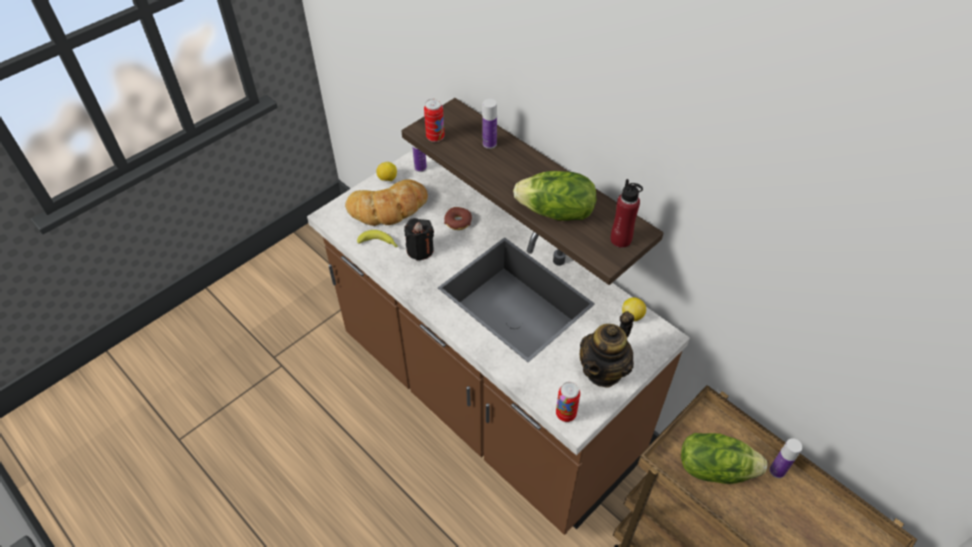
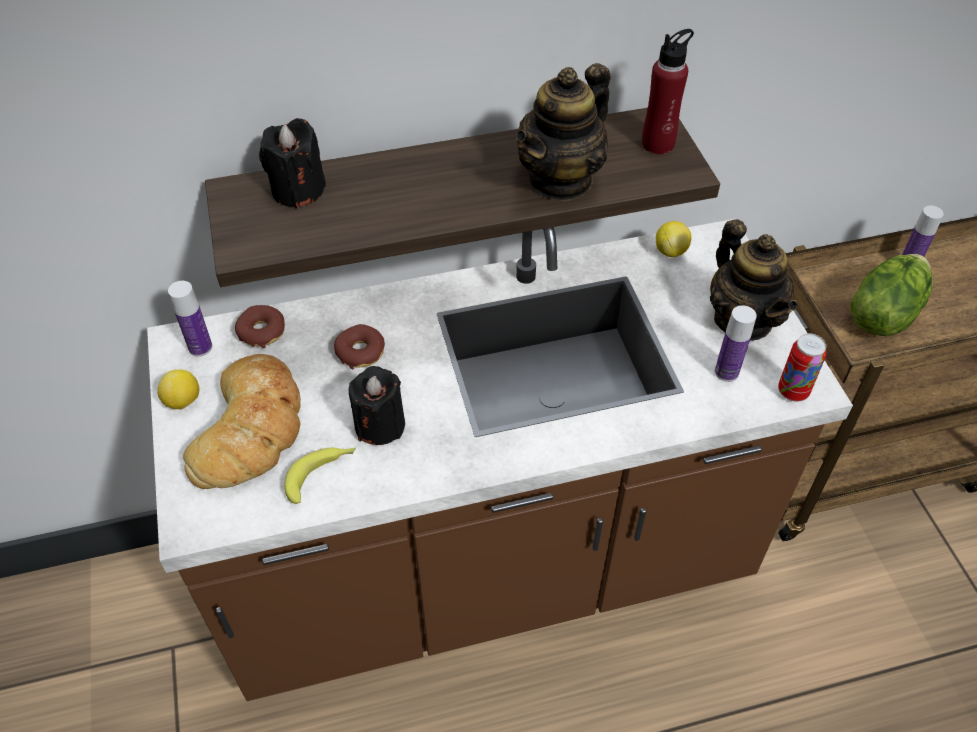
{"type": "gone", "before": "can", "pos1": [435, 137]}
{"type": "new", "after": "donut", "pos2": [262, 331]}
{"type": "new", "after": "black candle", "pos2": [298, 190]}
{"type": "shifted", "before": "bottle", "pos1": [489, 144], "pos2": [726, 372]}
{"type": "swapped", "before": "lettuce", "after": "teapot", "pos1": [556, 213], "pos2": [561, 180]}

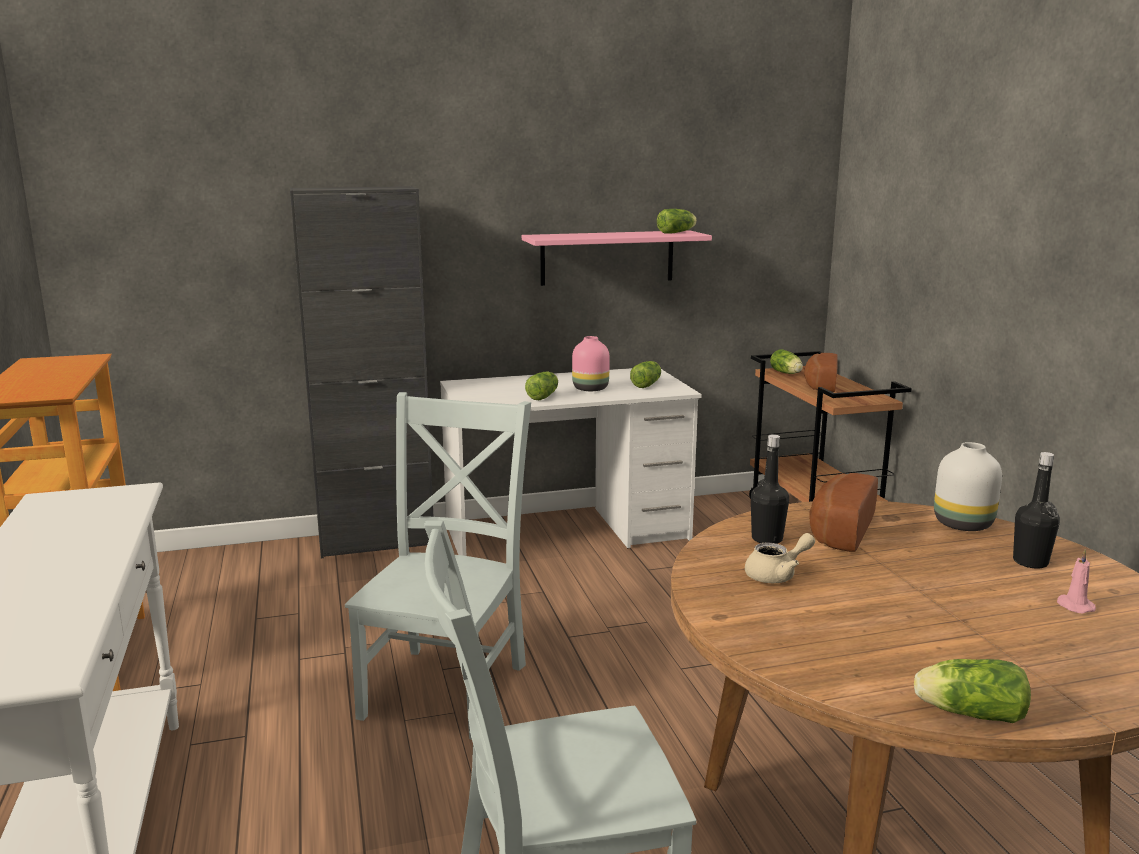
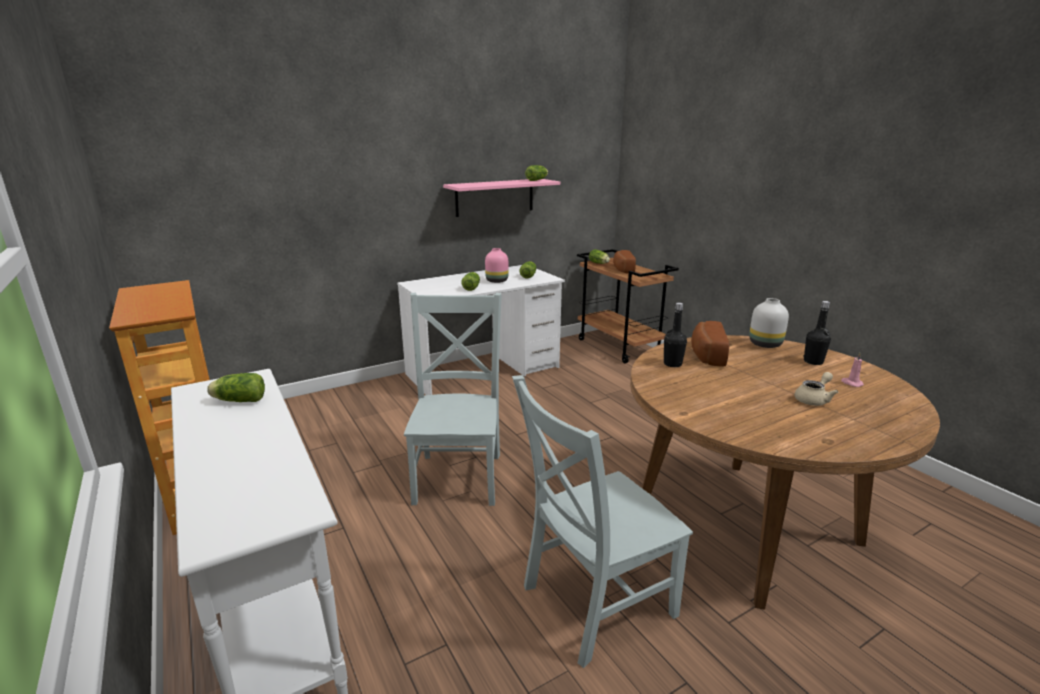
{"type": "gone", "before": "black cabinet", "pos1": [376, 542]}
{"type": "shifted", "before": "beige teapot", "pos1": [777, 575], "pos2": [814, 399]}
{"type": "shifted", "before": "lettuce", "pos1": [966, 713], "pos2": [238, 400]}

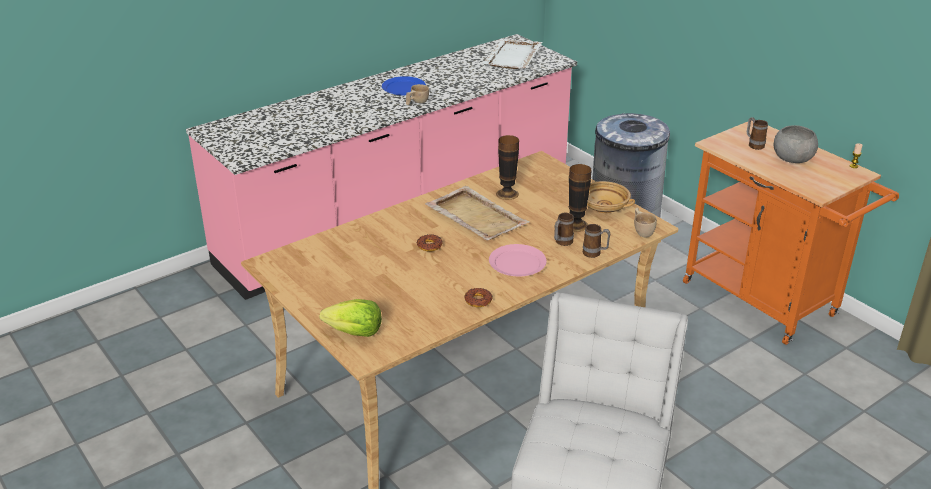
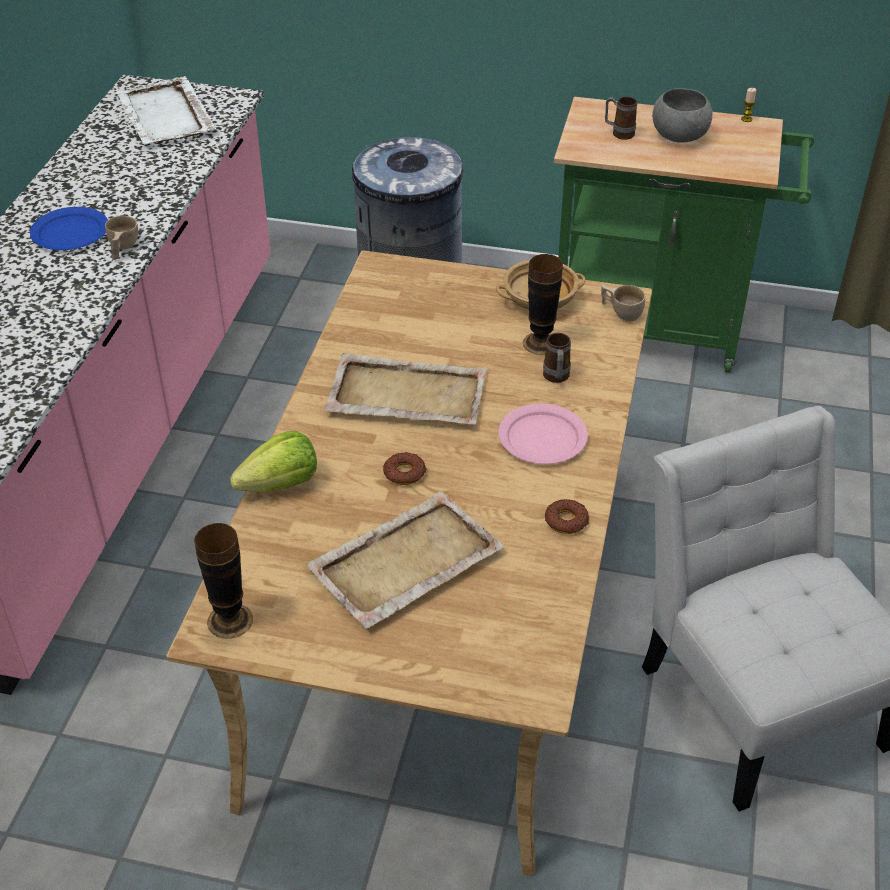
{"type": "gone", "before": "mug", "pos1": [595, 254]}
{"type": "new", "after": "beige tray", "pos2": [404, 563]}
{"type": "shifted", "before": "lettuce", "pos1": [354, 332], "pos2": [281, 484]}
{"type": "shifted", "before": "vase", "pos1": [507, 194], "pos2": [230, 620]}
{"type": "repainted", "before": "orange cart", "after": "green cart", "pos1": [767, 303], "pos2": [660, 329]}

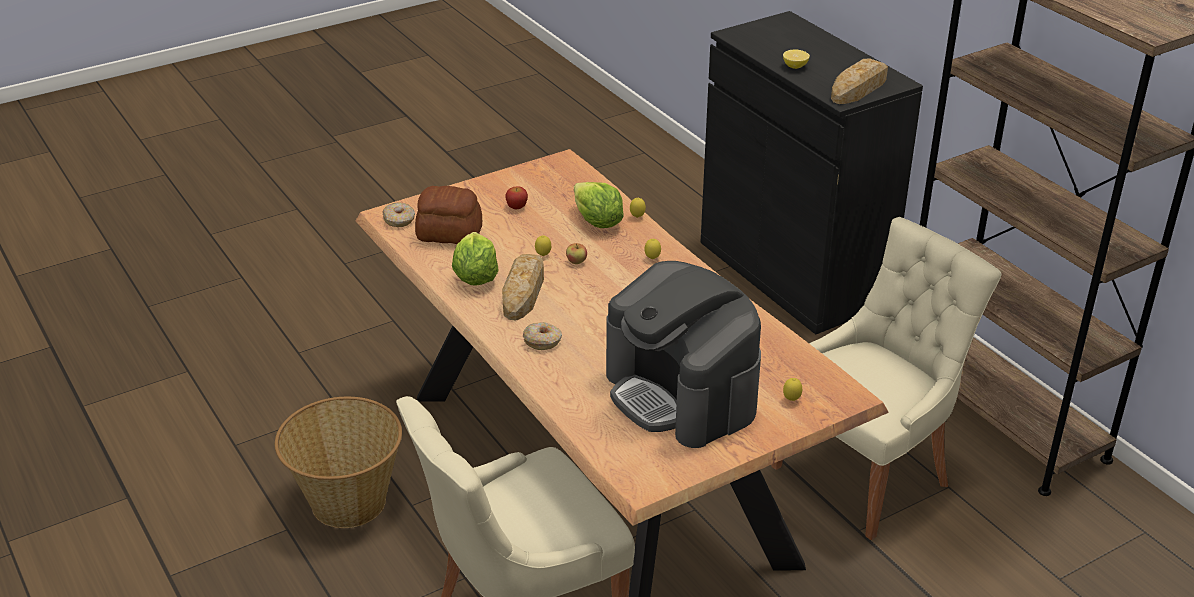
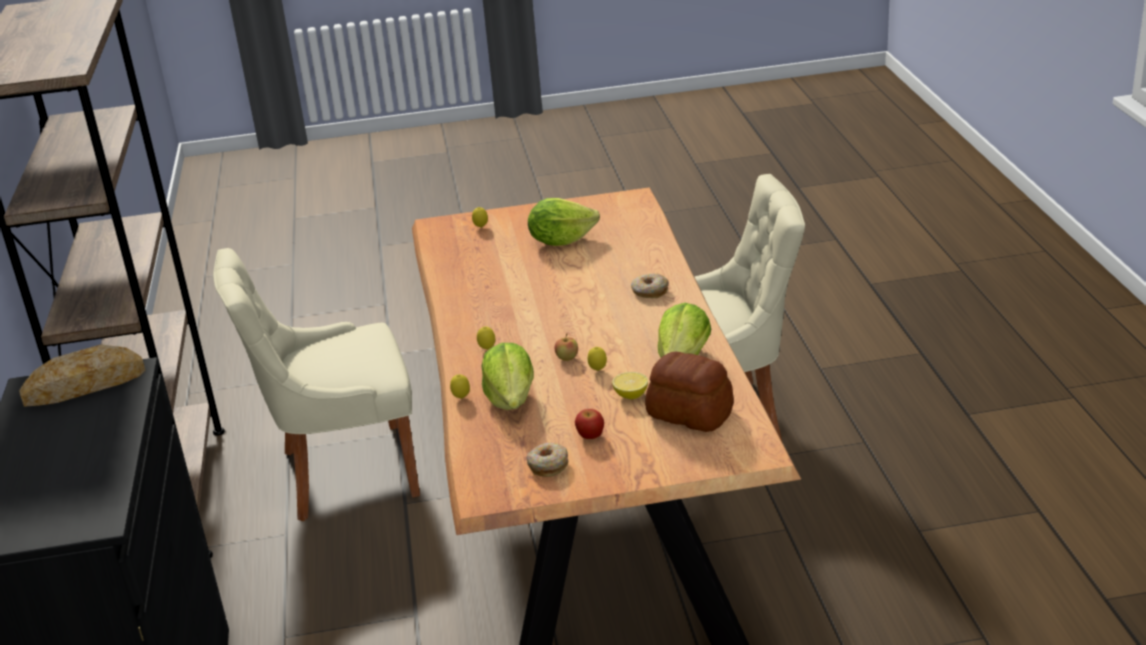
{"type": "gone", "before": "basket", "pos1": [347, 501]}
{"type": "gone", "before": "bread", "pos1": [524, 291]}
{"type": "shifted", "before": "donut", "pos1": [399, 220], "pos2": [548, 465]}
{"type": "shifted", "before": "lemon", "pos1": [795, 66], "pos2": [631, 395]}
{"type": "swapped", "before": "coffee machine", "after": "lettuce", "pos1": [681, 394], "pos2": [561, 241]}

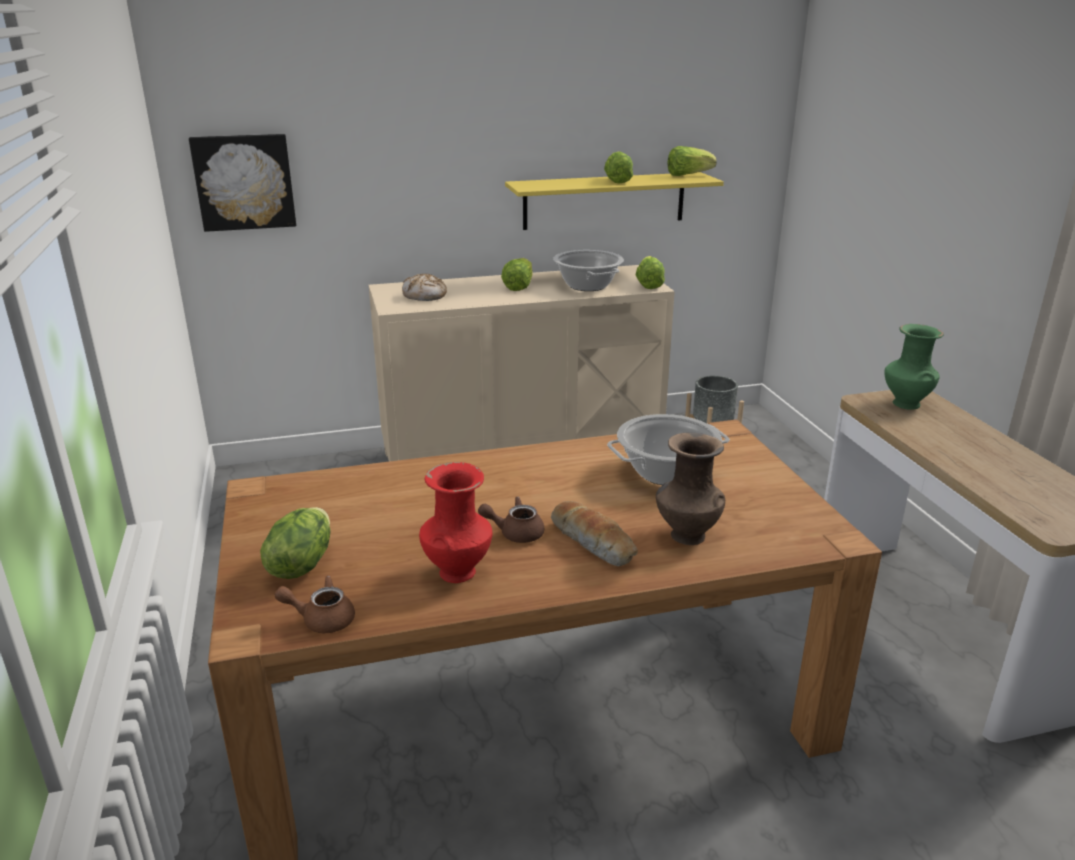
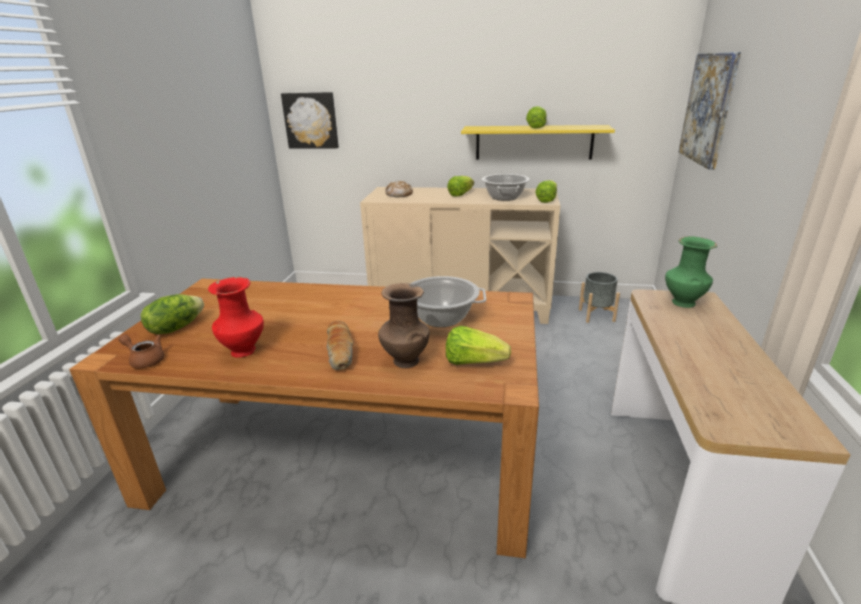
{"type": "gone", "before": "brown teapot", "pos1": [515, 533]}
{"type": "new", "after": "picture", "pos2": [708, 108]}
{"type": "shifted", "before": "lettuce", "pos1": [687, 175], "pos2": [473, 362]}

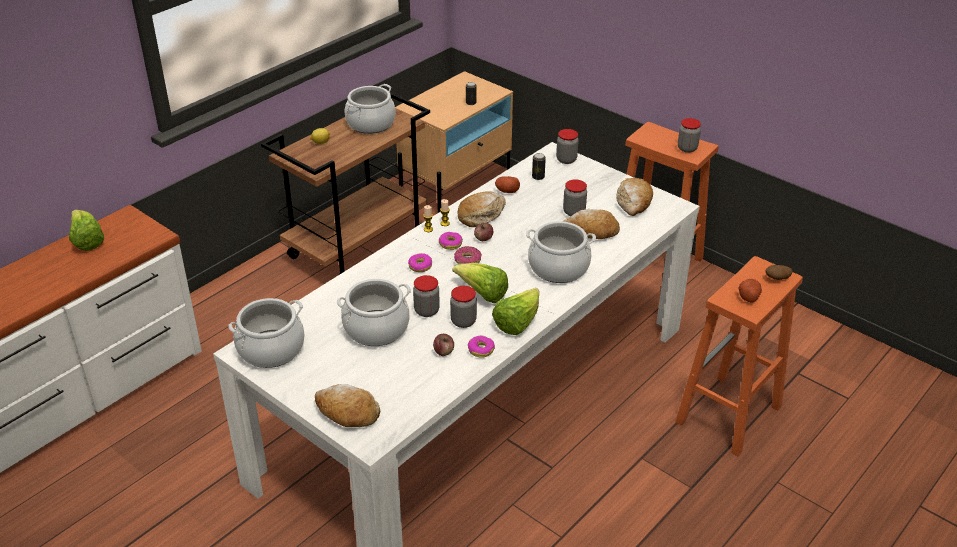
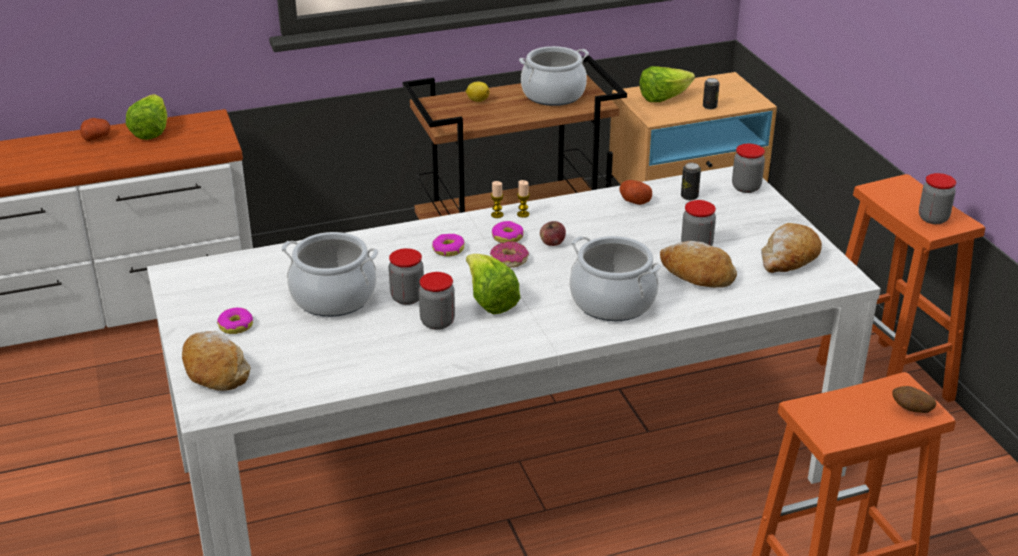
{"type": "gone", "before": "cooking pot", "pos1": [271, 349]}
{"type": "gone", "before": "apple", "pos1": [443, 352]}
{"type": "gone", "before": "bread", "pos1": [481, 215]}
{"type": "shifted", "before": "donut", "pos1": [481, 350], "pos2": [236, 326]}
{"type": "shifted", "before": "lettuce", "pos1": [517, 323], "pos2": [663, 98]}
{"type": "shifted", "before": "potato", "pos1": [748, 296], "pos2": [96, 137]}

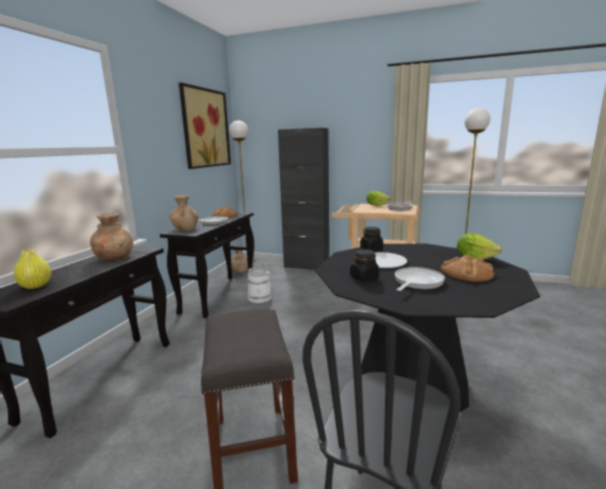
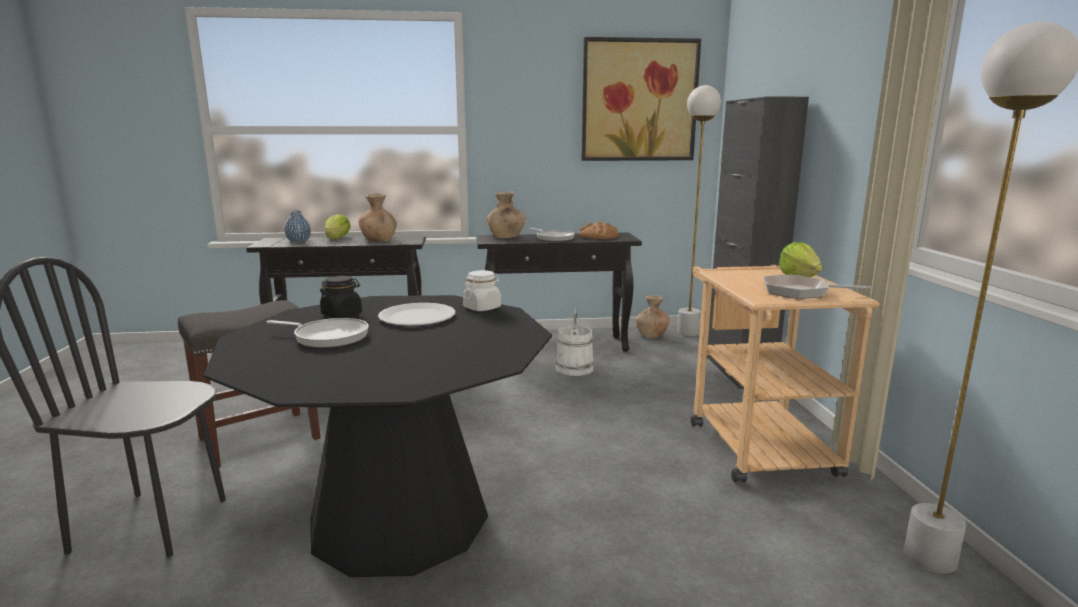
{"type": "gone", "before": "bread", "pos1": [466, 273]}
{"type": "shifted", "before": "lettuce", "pos1": [474, 258], "pos2": [337, 238]}
{"type": "repainted", "before": "yellow vase", "after": "blue vase", "pos1": [36, 286], "pos2": [298, 241]}
{"type": "repainted", "before": "black jar", "after": "white jar", "pos1": [371, 249], "pos2": [482, 308]}

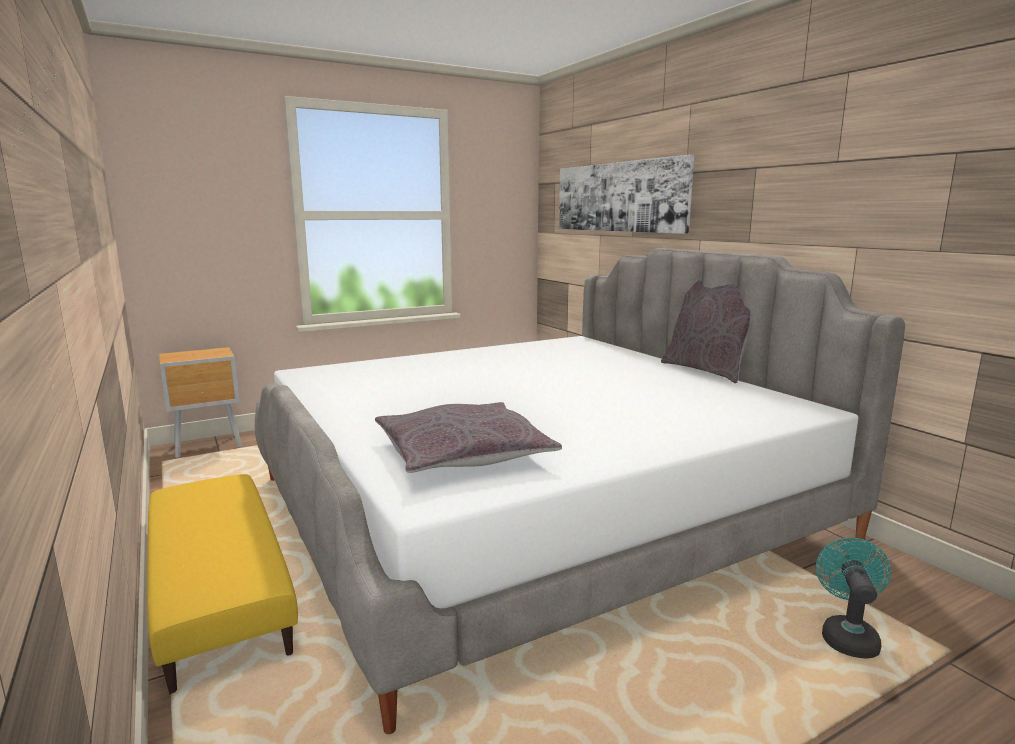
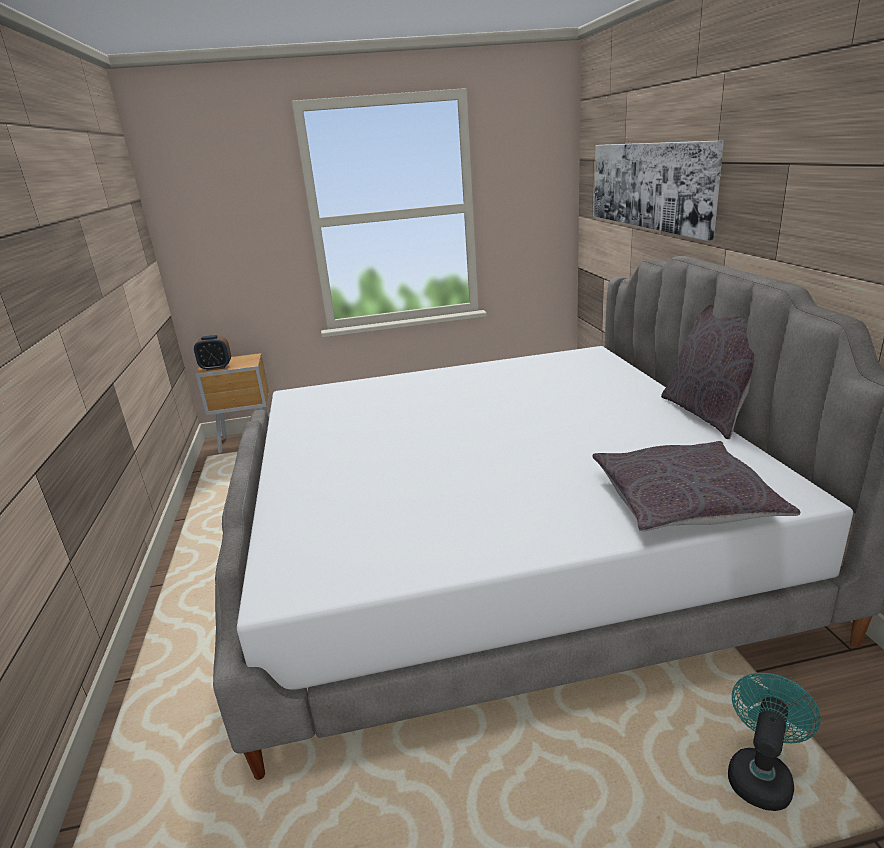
{"type": "gone", "before": "yellow ottoman", "pos1": [220, 590]}
{"type": "new", "after": "alarm clock", "pos2": [216, 367]}
{"type": "shifted", "before": "grey pillow", "pos1": [462, 454], "pos2": [683, 501]}

